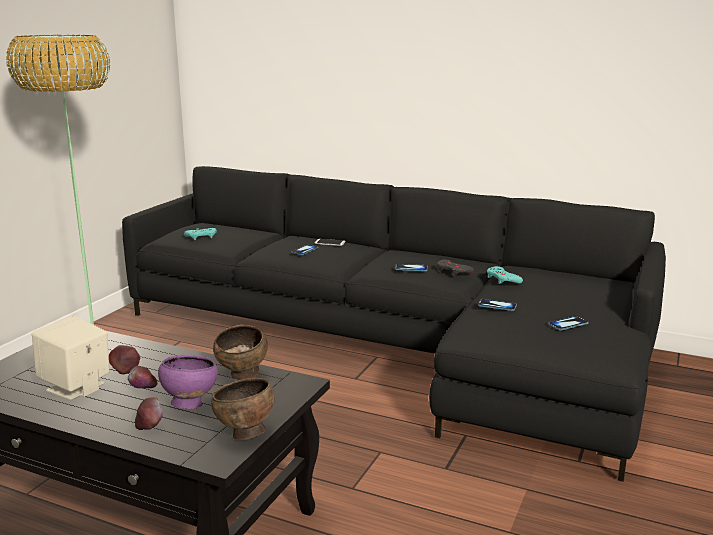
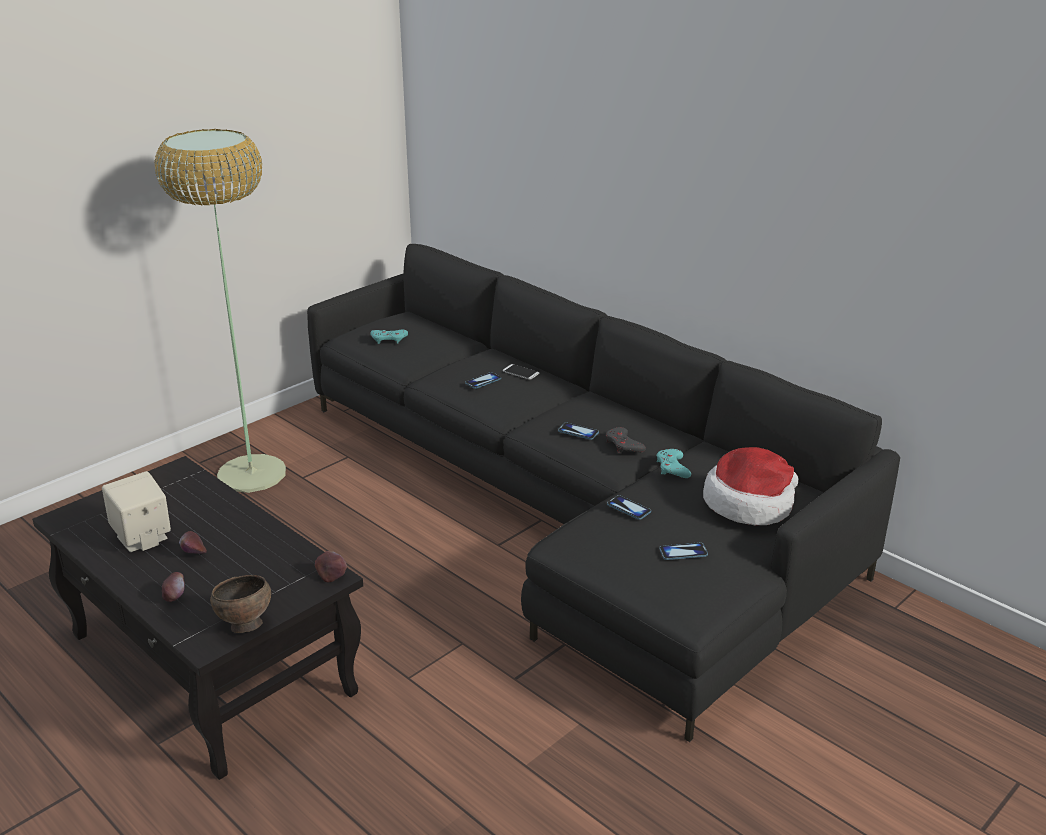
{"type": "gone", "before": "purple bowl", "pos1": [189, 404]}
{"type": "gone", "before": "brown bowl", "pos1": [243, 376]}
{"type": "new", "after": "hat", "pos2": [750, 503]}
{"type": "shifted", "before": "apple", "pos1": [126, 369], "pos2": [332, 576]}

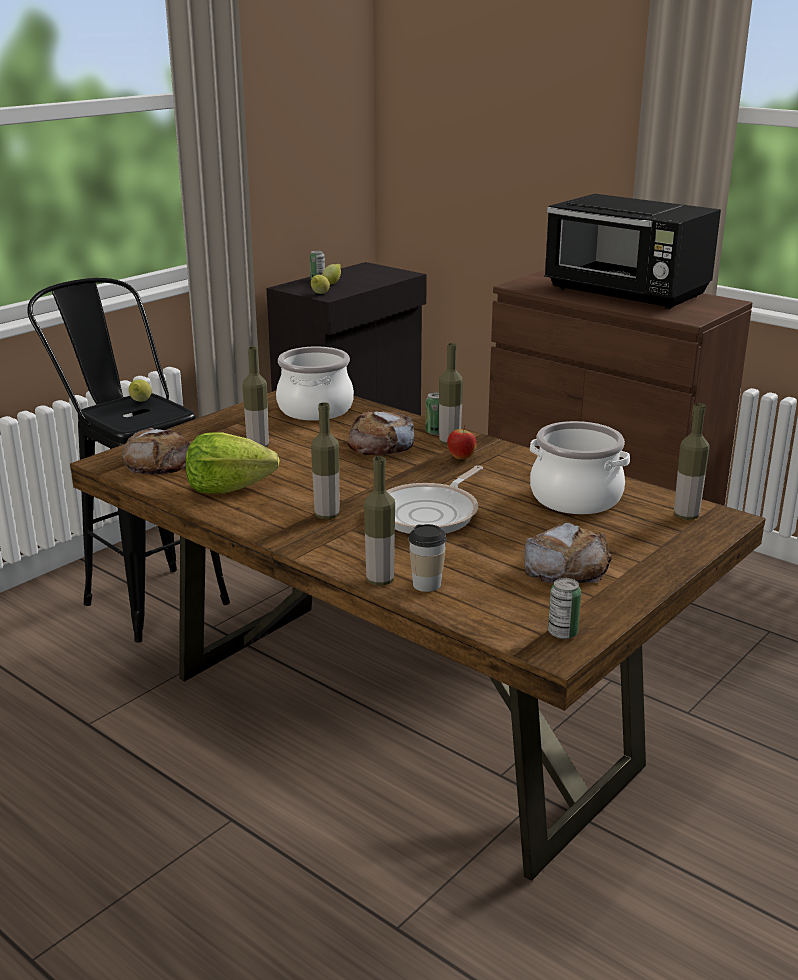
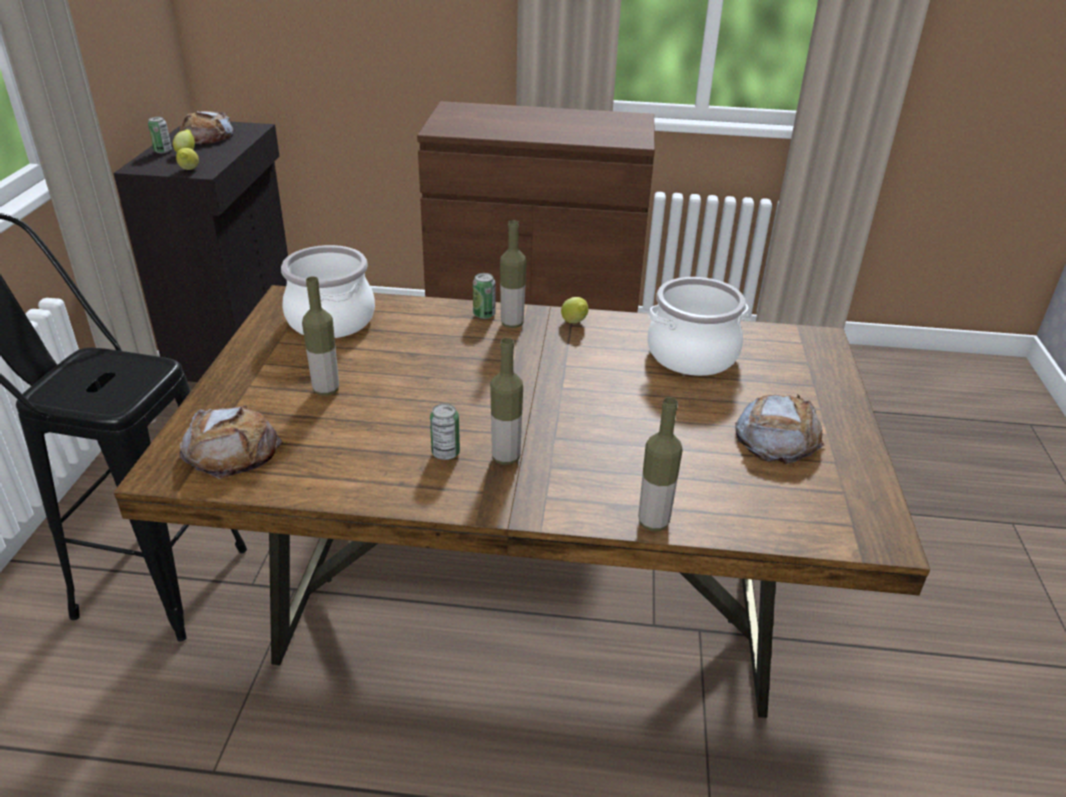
{"type": "gone", "before": "lettuce", "pos1": [228, 488]}
{"type": "gone", "before": "frying pan", "pos1": [431, 513]}
{"type": "gone", "before": "cup", "pos1": [426, 584]}
{"type": "gone", "before": "apple", "pos1": [461, 458]}
{"type": "gone", "before": "black microwave", "pos1": [627, 293]}
{"type": "gone", "before": "bottle", "pos1": [686, 516]}
{"type": "shifted", "before": "lemon", "pos1": [140, 402], "pos2": [574, 323]}
{"type": "shifted", "before": "bread", "pos1": [381, 443], "pos2": [207, 136]}
{"type": "shifted", "before": "can", "pos1": [562, 633], "pos2": [445, 453]}

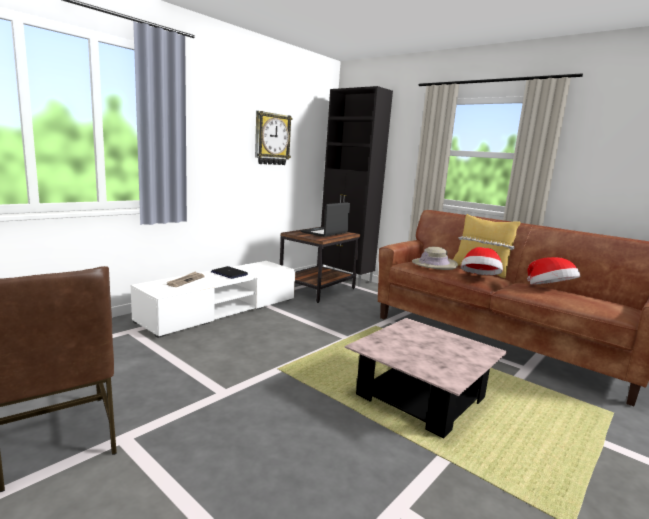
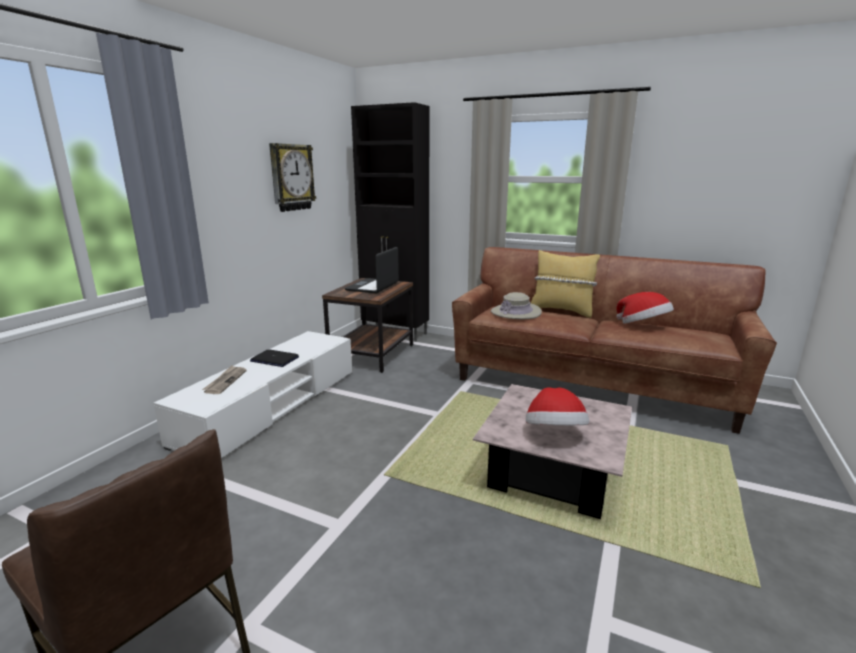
{"type": "shifted", "before": "hat", "pos1": [479, 278], "pos2": [554, 433]}

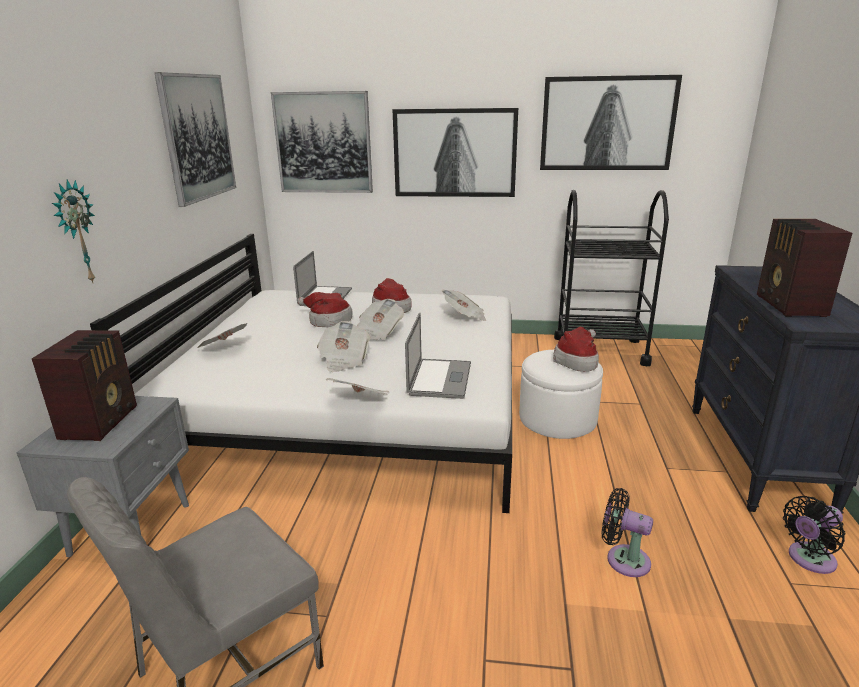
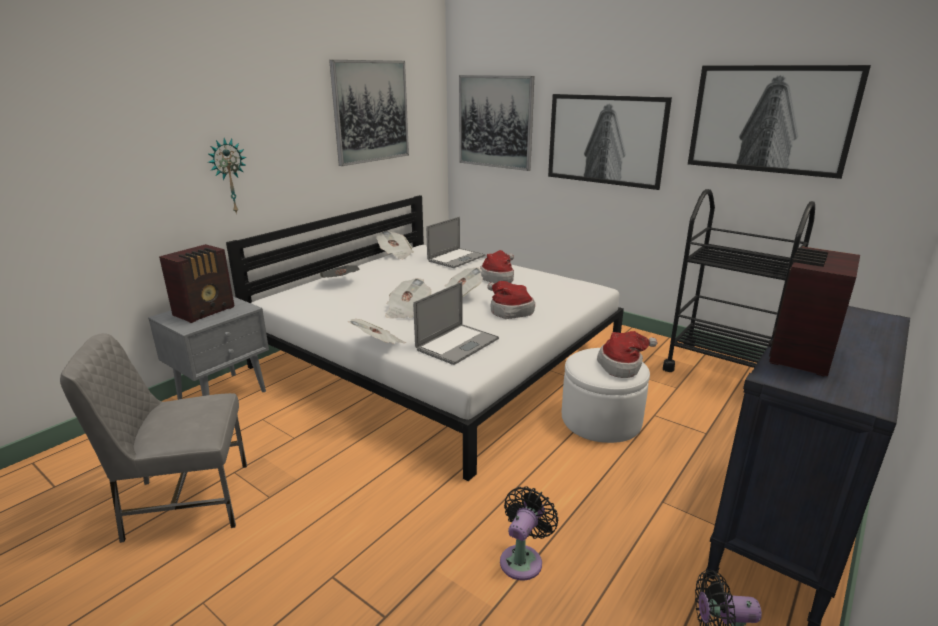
{"type": "shifted", "before": "hat", "pos1": [327, 320], "pos2": [509, 311]}
{"type": "shifted", "before": "newspaper", "pos1": [465, 317], "pos2": [395, 254]}
{"type": "rotated", "before": "black fan", "pos1": [623, 559], "pos2": [523, 559], "turn": 60}

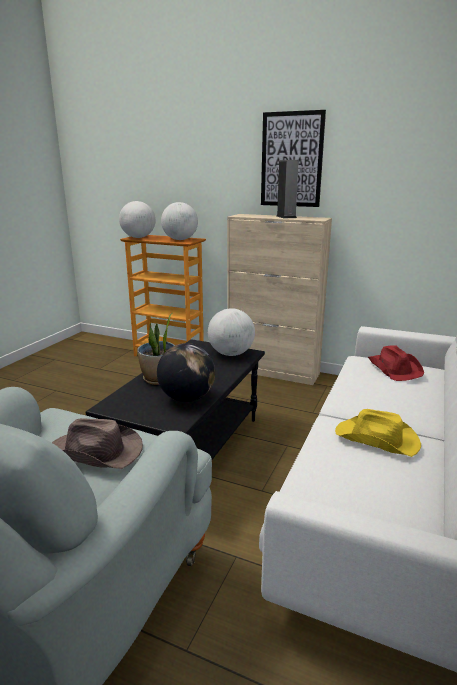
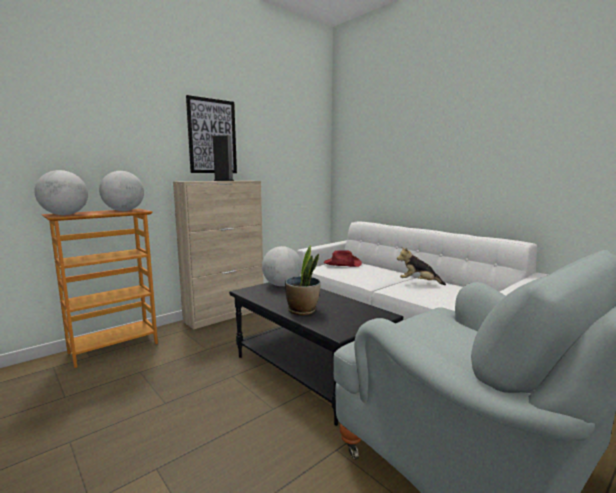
{"type": "gone", "before": "brown hat", "pos1": [95, 452]}
{"type": "gone", "before": "globe", "pos1": [187, 398]}
{"type": "swapped", "before": "yellow hat", "after": "plush toy", "pos1": [377, 439], "pos2": [418, 283]}

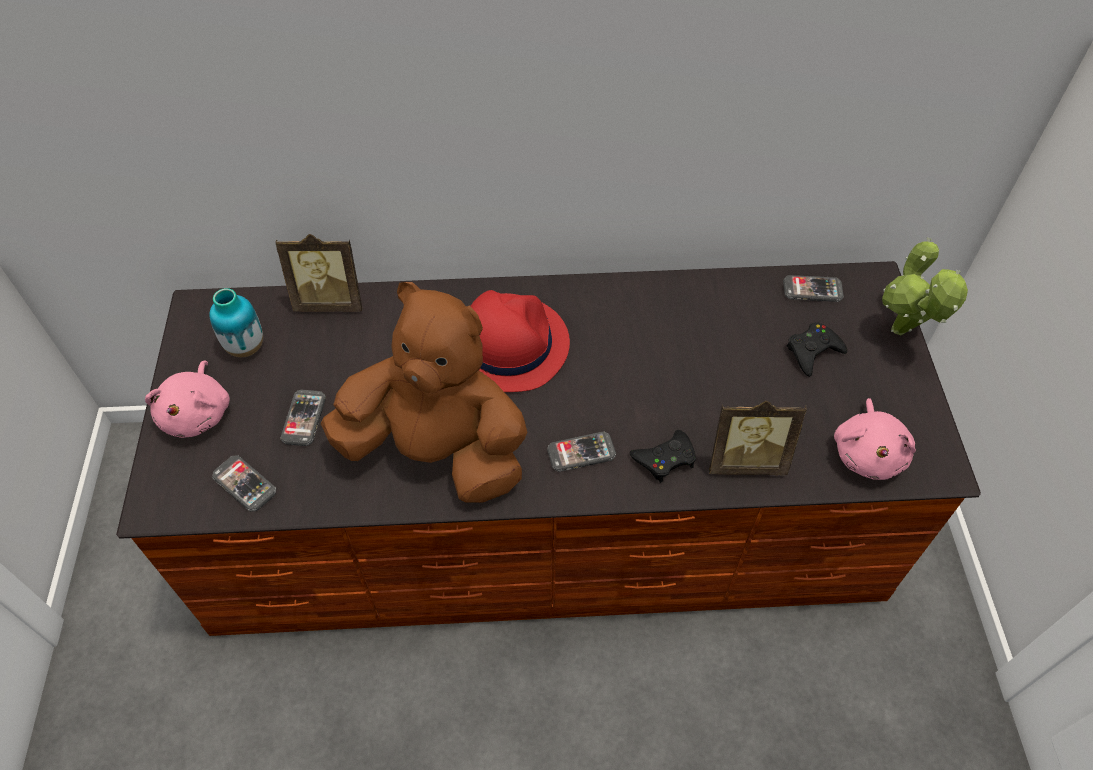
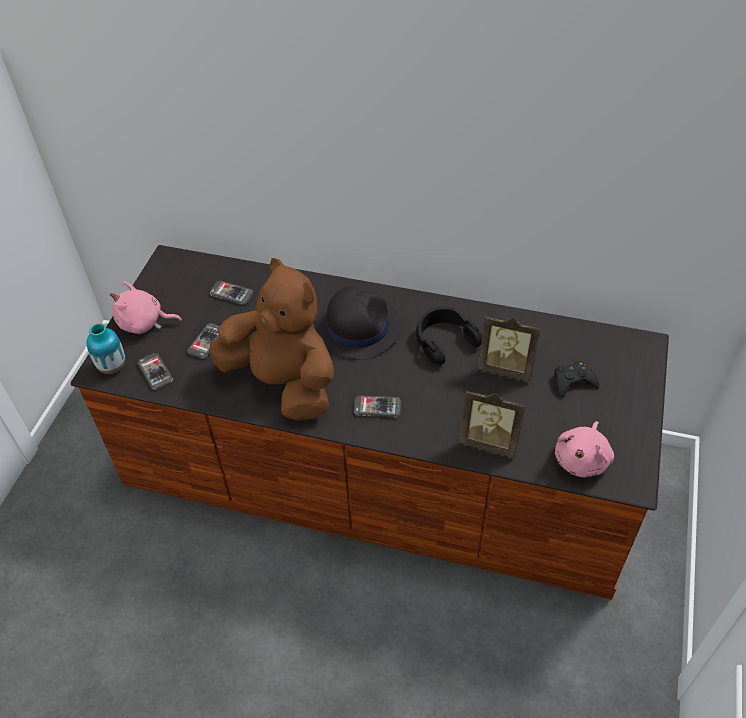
{"type": "gone", "before": "black game controller", "pos1": [665, 459]}
{"type": "gone", "before": "potted plant", "pos1": [901, 334]}
{"type": "new", "after": "black headphones", "pos2": [444, 340]}
{"type": "shifted", "before": "vase", "pos1": [246, 347], "pos2": [112, 367]}
{"type": "shifted", "before": "picture frame", "pos1": [330, 301], "pos2": [506, 367]}
{"type": "shifted", "before": "phone", "pos1": [812, 290], "pos2": [231, 294]}
{"type": "repainted", "before": "red hat", "after": "black hat", "pos1": [508, 343], "pos2": [358, 326]}
{"type": "rotated", "before": "pink plush toy", "pos1": [198, 413], "pos2": [144, 323], "turn": 75}

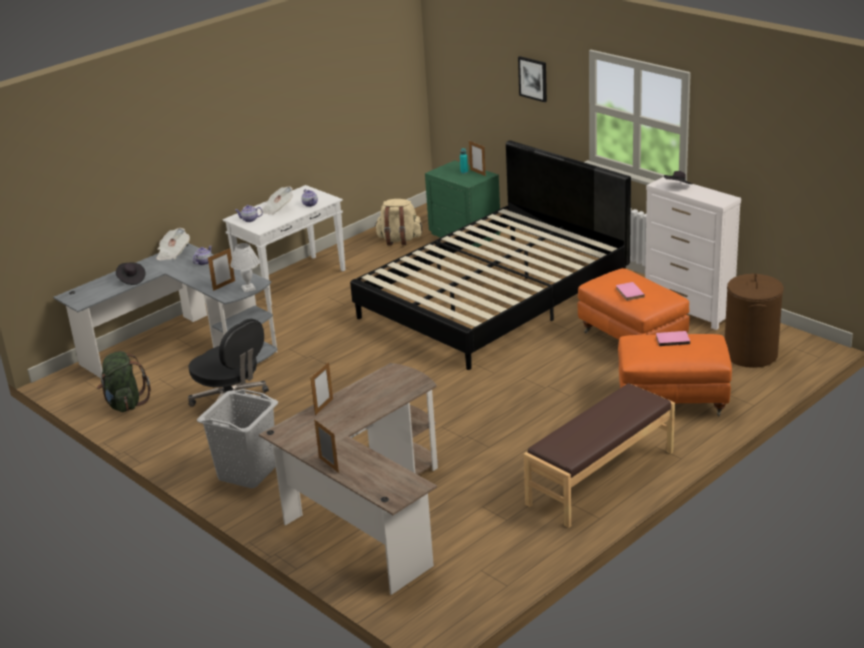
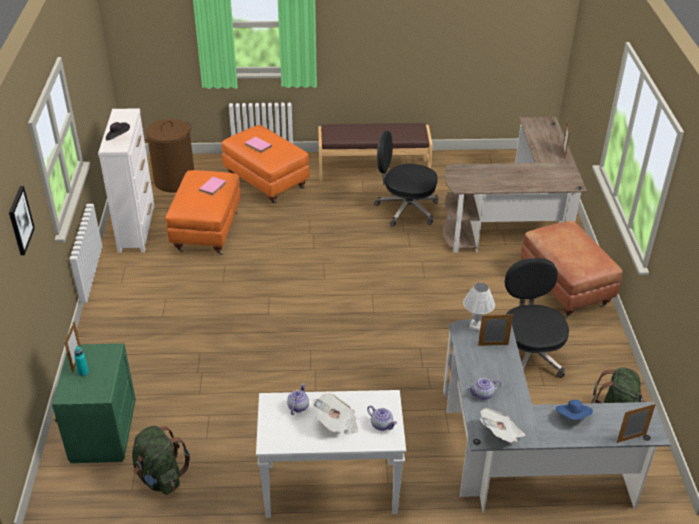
{"type": "gone", "before": "black bed", "pos1": [494, 298]}
{"type": "new", "after": "black office chair", "pos2": [405, 209]}
{"type": "shifted", "before": "picture frame", "pos1": [324, 406], "pos2": [631, 438]}
{"type": "swapped", "before": "grey laundry basket", "after": "brown ottoman", "pos1": [247, 473], "pos2": [565, 288]}
{"type": "repainted", "before": "black hat", "after": "blue hat", "pos1": [131, 279], "pos2": [573, 416]}
{"type": "repainted", "before": "beige backpack", "after": "green backpack", "pos1": [399, 240], "pos2": [160, 477]}

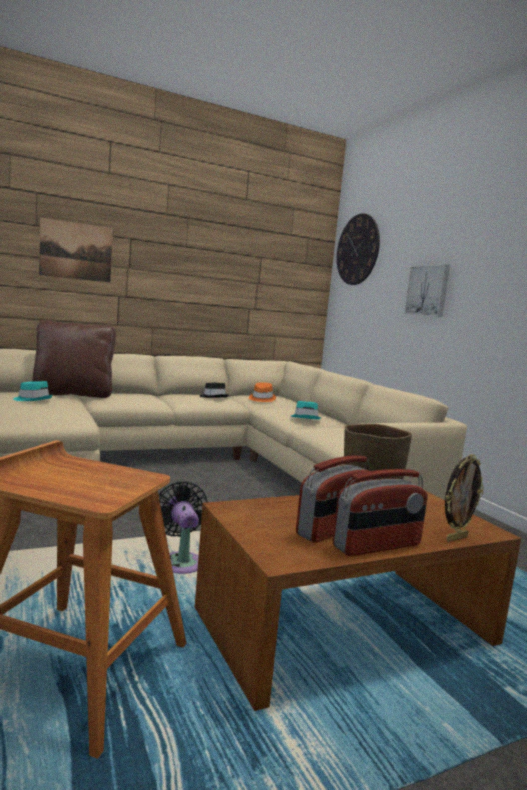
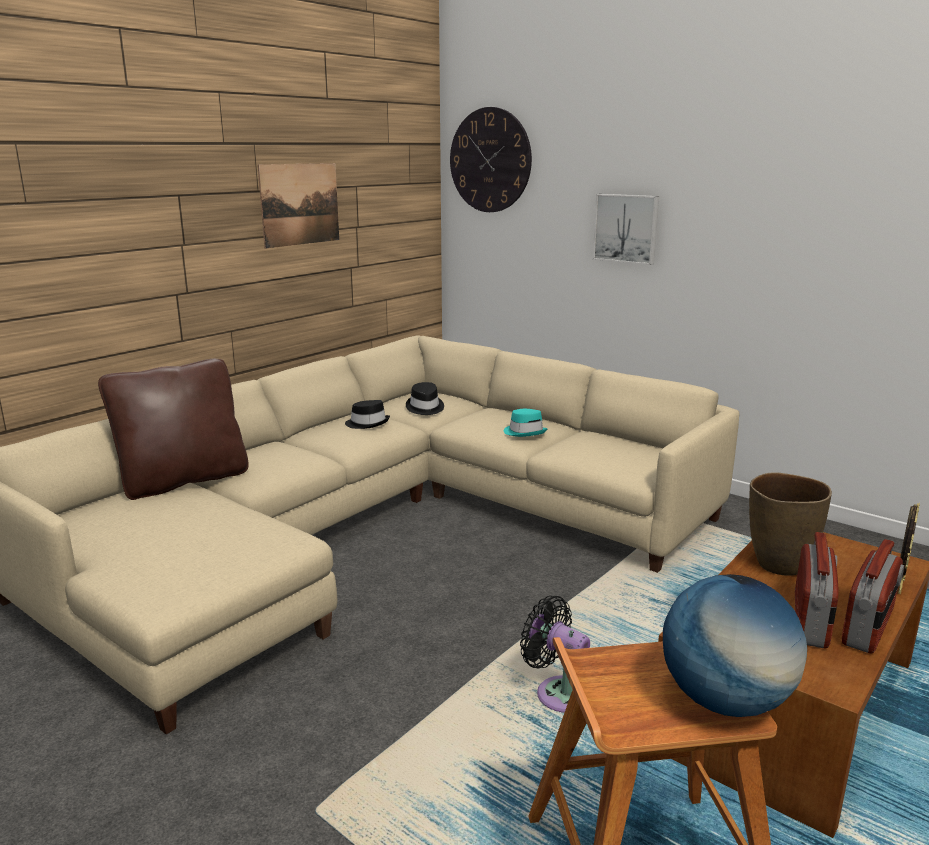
{"type": "gone", "before": "turquoise hat", "pos1": [33, 399]}
{"type": "new", "after": "globe", "pos2": [725, 700]}
{"type": "shifted", "before": "picture", "pos1": [76, 251], "pos2": [300, 204]}
{"type": "repainted", "before": "orange hat", "after": "black hat", "pos1": [261, 399], "pos2": [424, 407]}

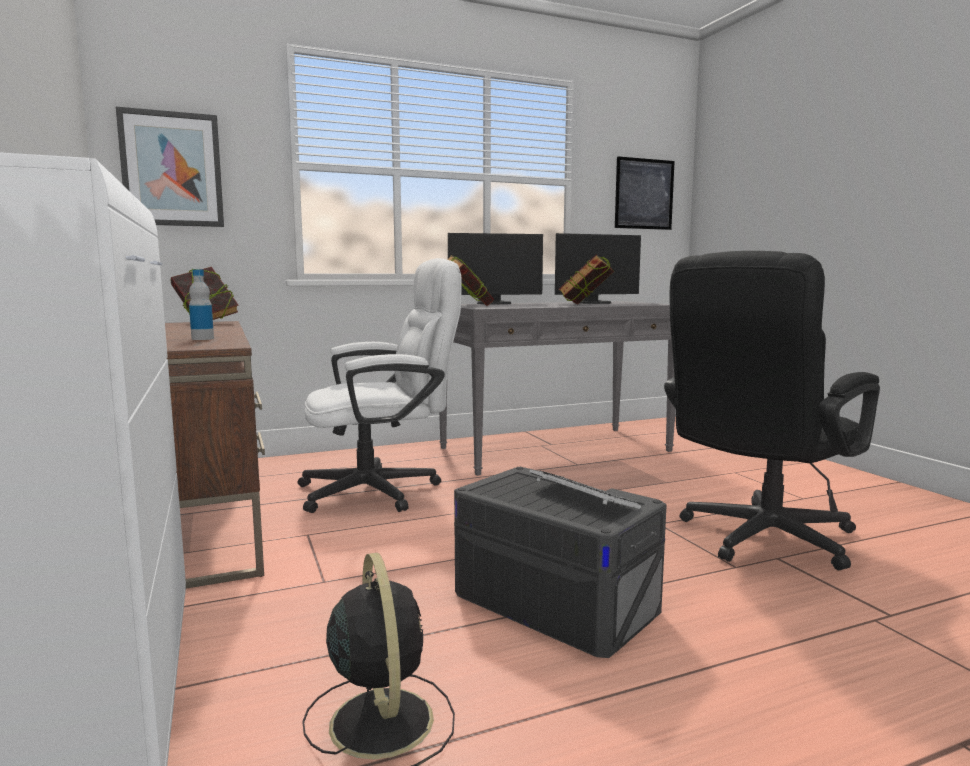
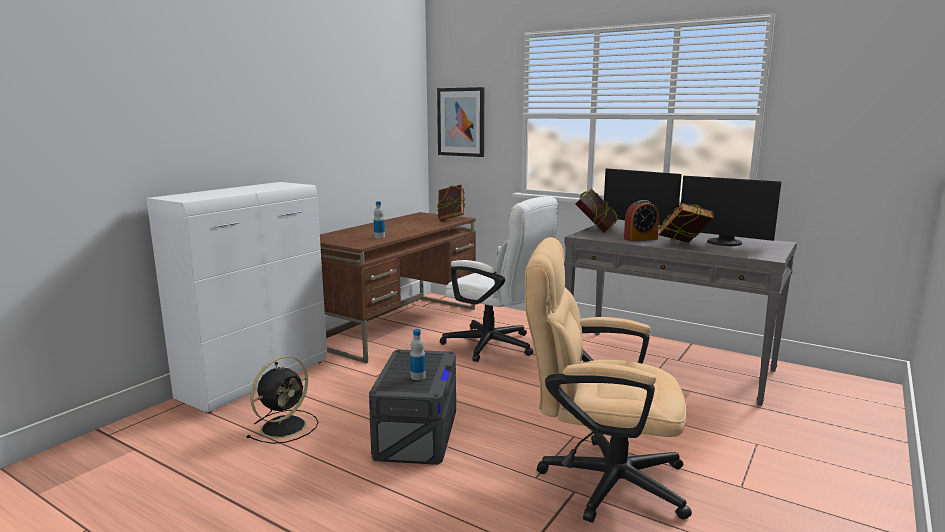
{"type": "gone", "before": "picture", "pos1": [644, 194]}
{"type": "new", "after": "alarm clock", "pos2": [640, 239]}
{"type": "swapped", "before": "keyboard", "after": "bottle", "pos1": [581, 497], "pos2": [418, 376]}
{"type": "repainted", "before": "black office chair", "after": "beige office chair", "pos1": [758, 540], "pos2": [598, 479]}

